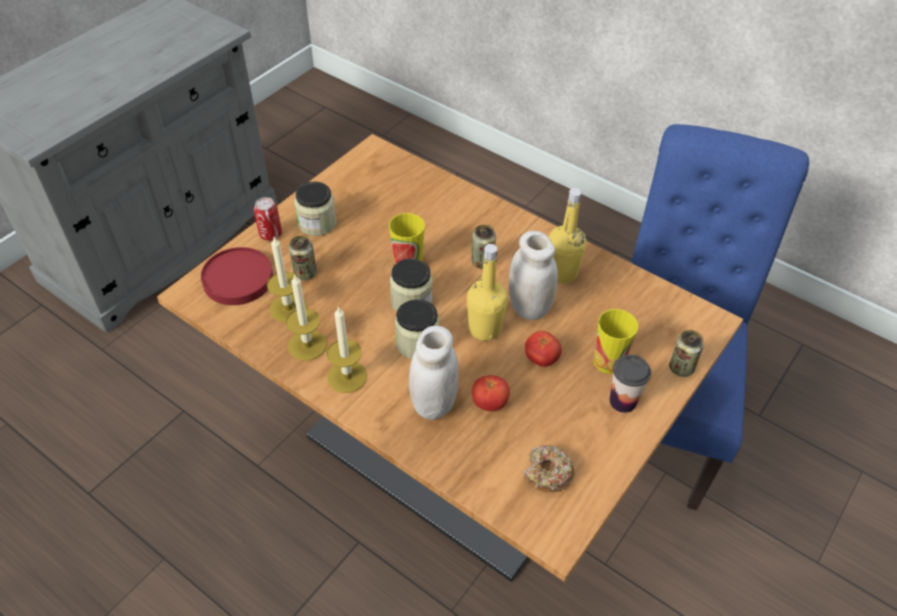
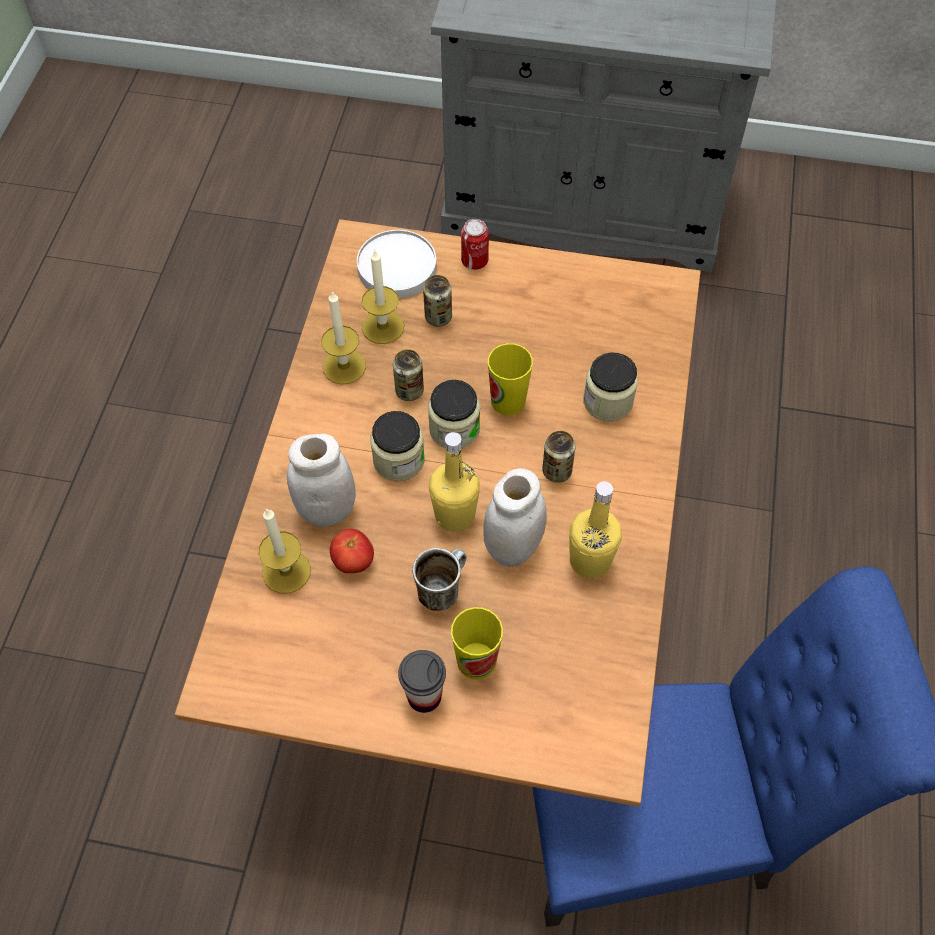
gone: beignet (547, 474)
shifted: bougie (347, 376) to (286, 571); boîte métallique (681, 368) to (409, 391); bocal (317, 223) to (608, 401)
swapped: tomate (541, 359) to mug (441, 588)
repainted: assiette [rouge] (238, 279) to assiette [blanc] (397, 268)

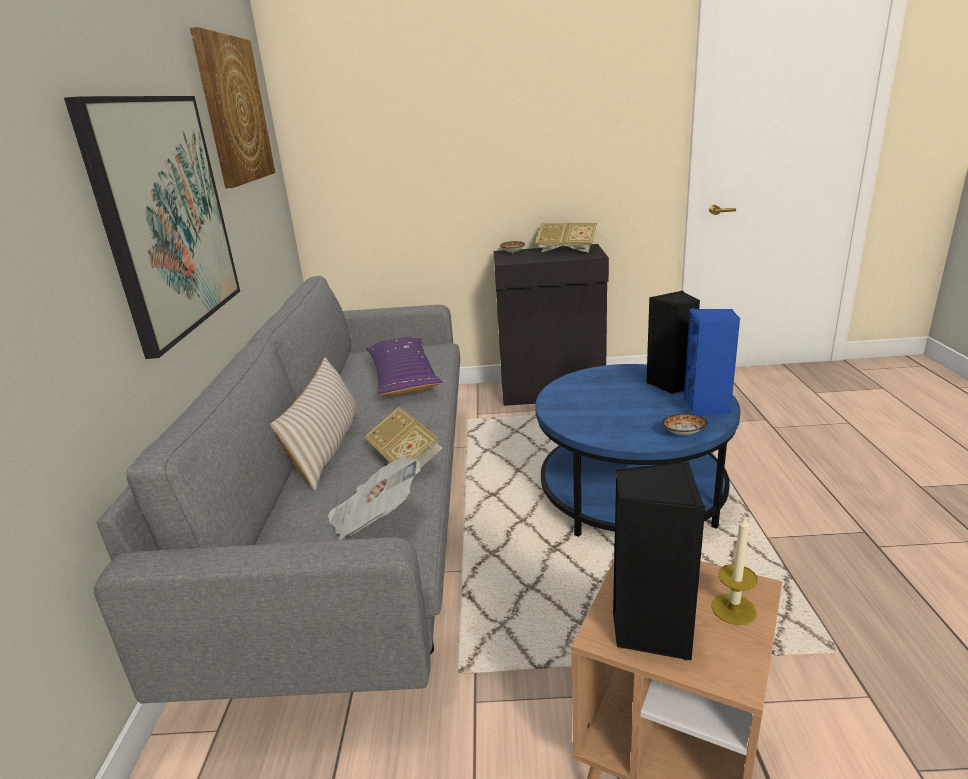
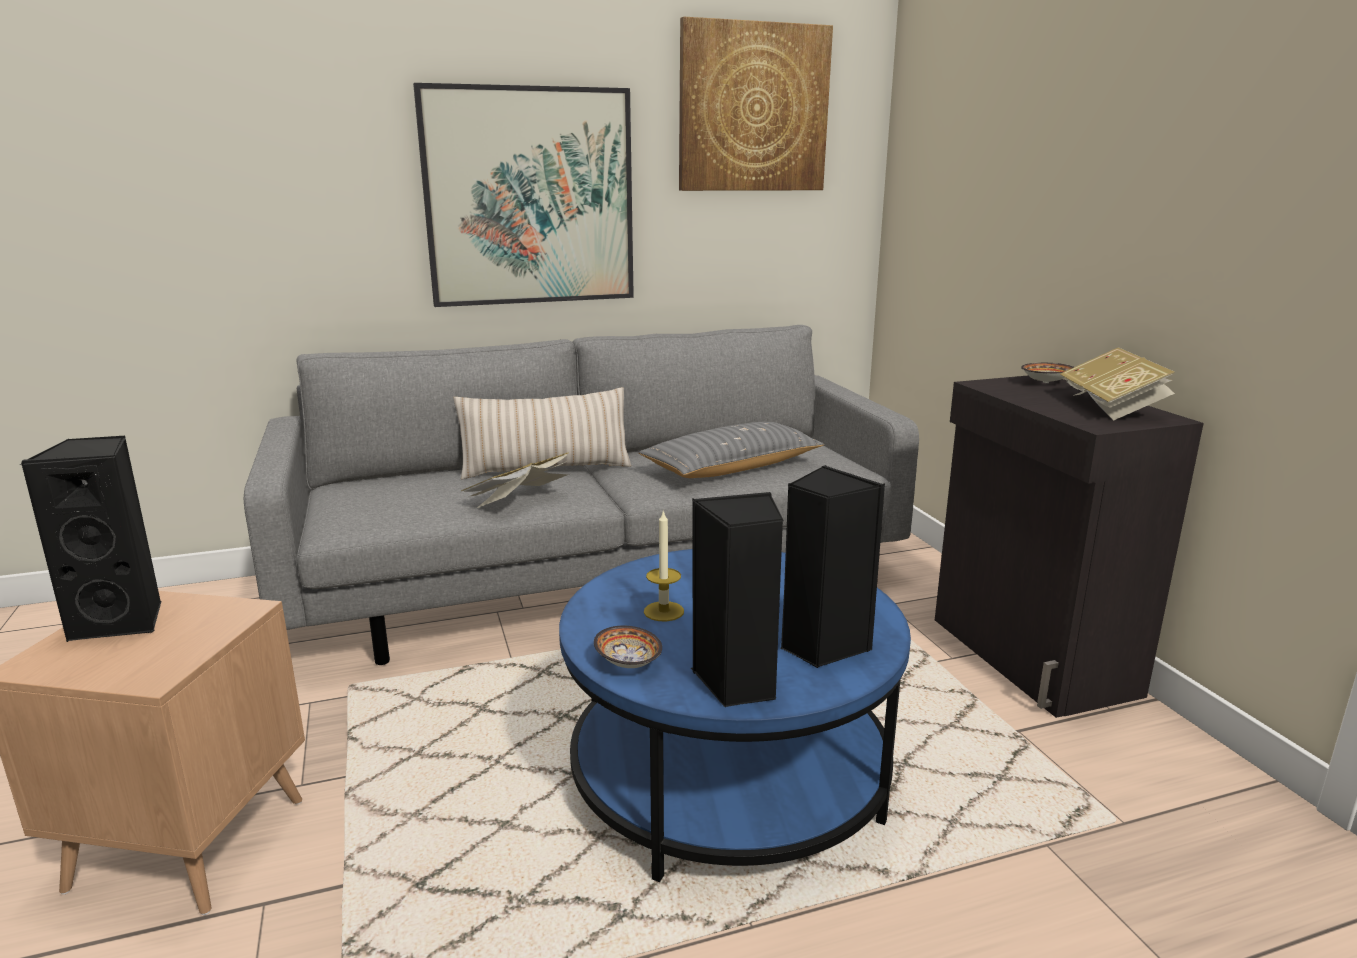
gone: journal (375, 518)
shifted: bougie (733, 609) to (663, 611)
repainted: coussin [violet] (403, 378) to coussin [gris] (732, 467); enceinte [bleu] (707, 408) to enceinte [noir] (737, 683)

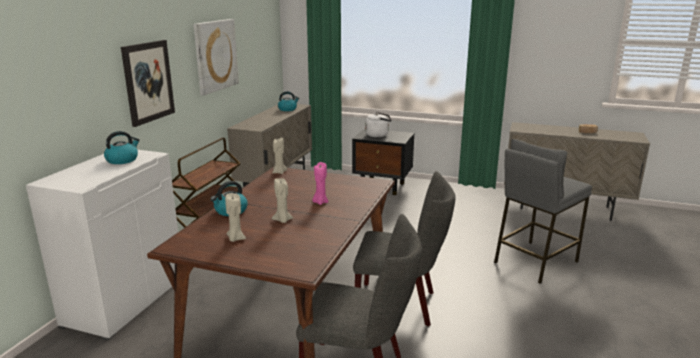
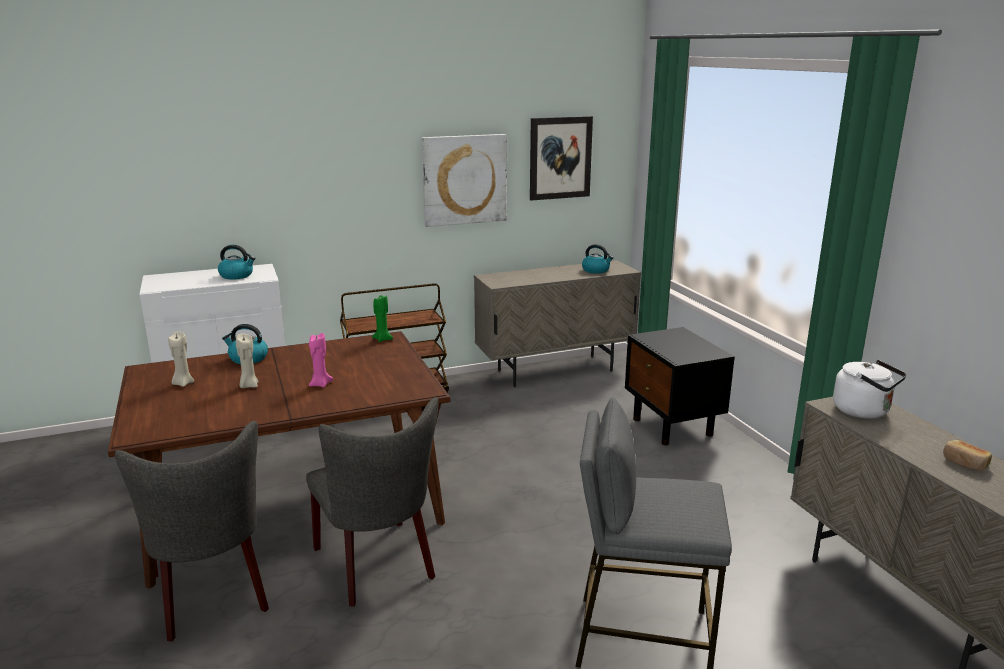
shifted: tableau (148, 82) to (560, 158); bouilloire [blanc] (378, 135) to (864, 411)
repainted: bougie [beige] (279, 172) to bougie [vert] (382, 339)

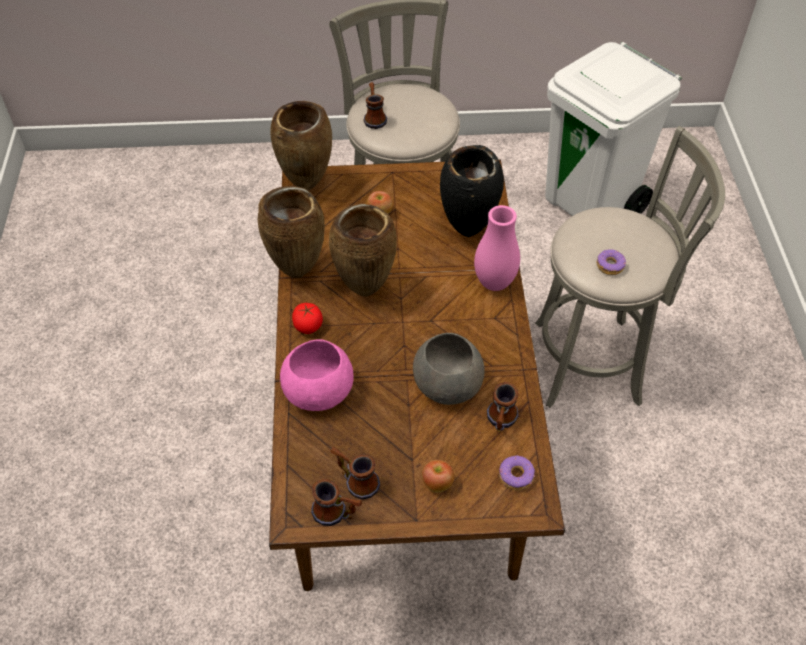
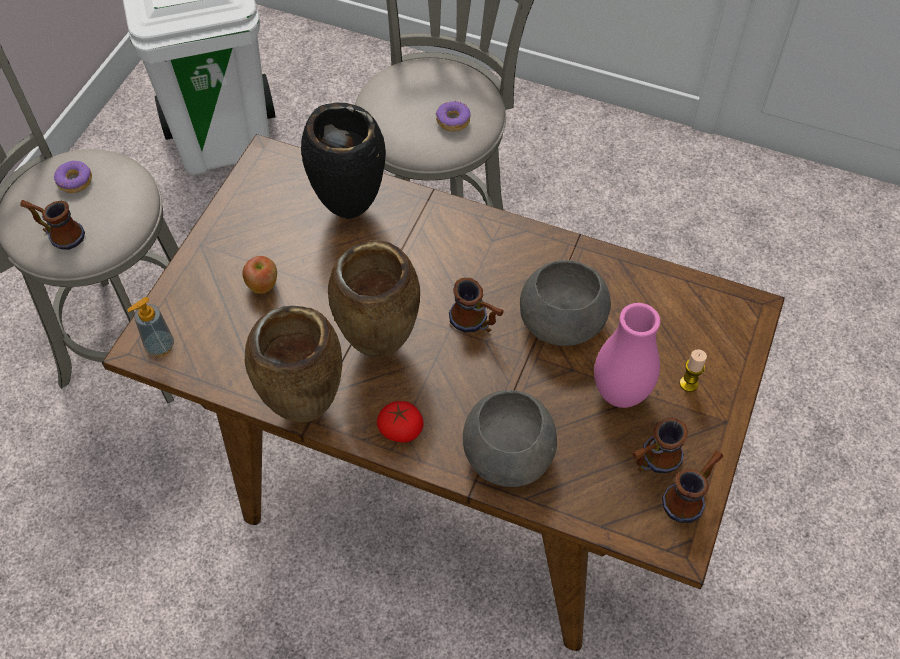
shifted: beignet (516, 476) to (75, 181); mug (500, 422) to (476, 323); vase [rose] (494, 283) to (620, 393)
swapped: vase [marron] (307, 186) to distributeur de savon (160, 346); pomme (437, 483) to bougie (688, 384)
repainted: bol [rose] (317, 391) to bol [gris] (508, 456)

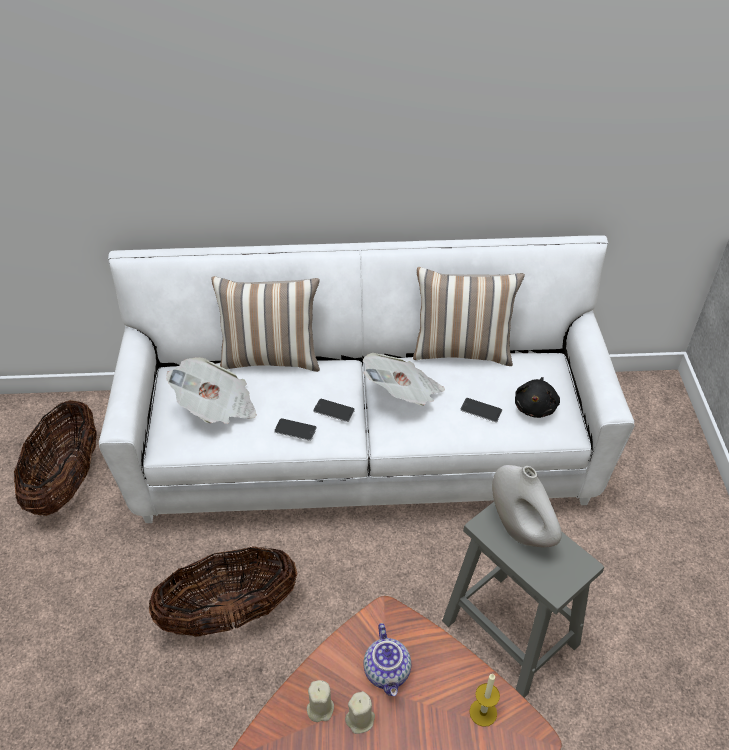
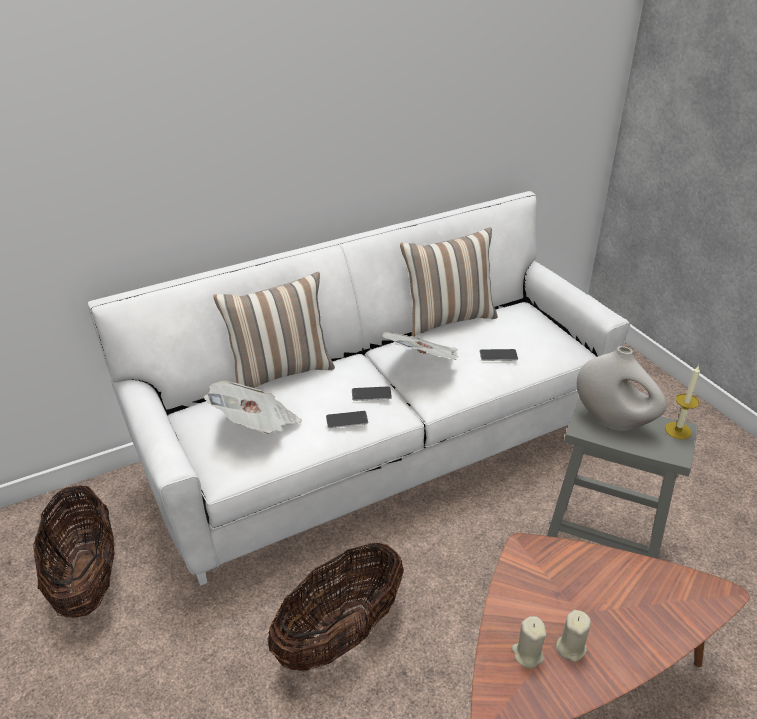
gone: théière (388, 672); peluche [noir] (535, 406)
shifted: bougie (483, 712) to (678, 430)

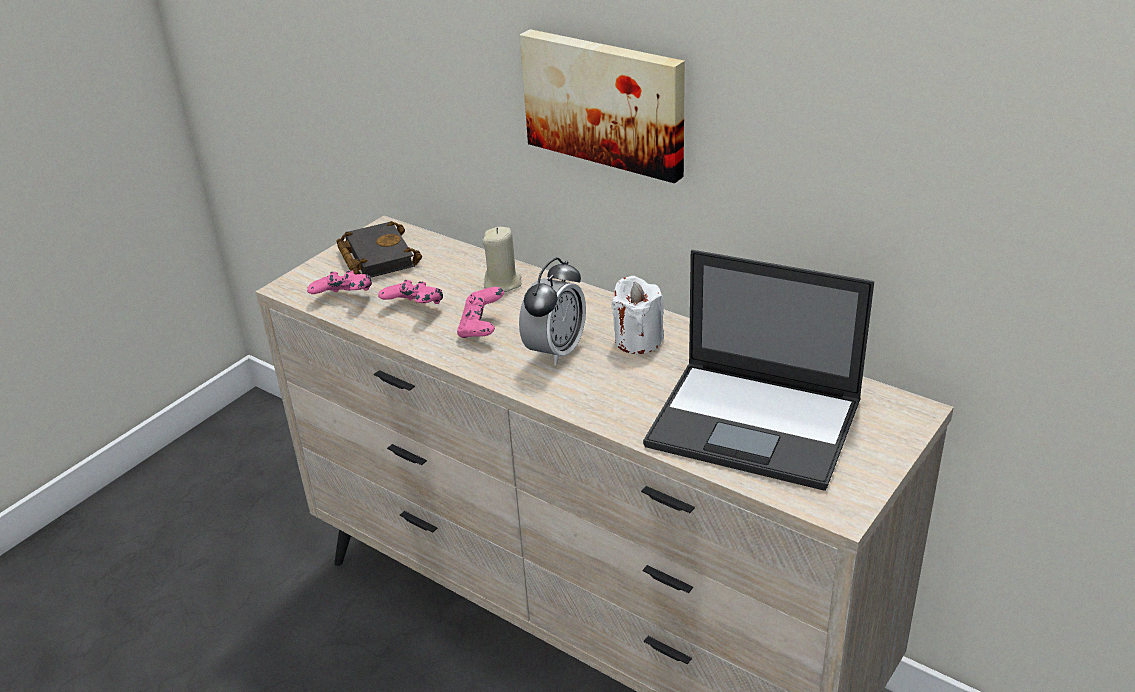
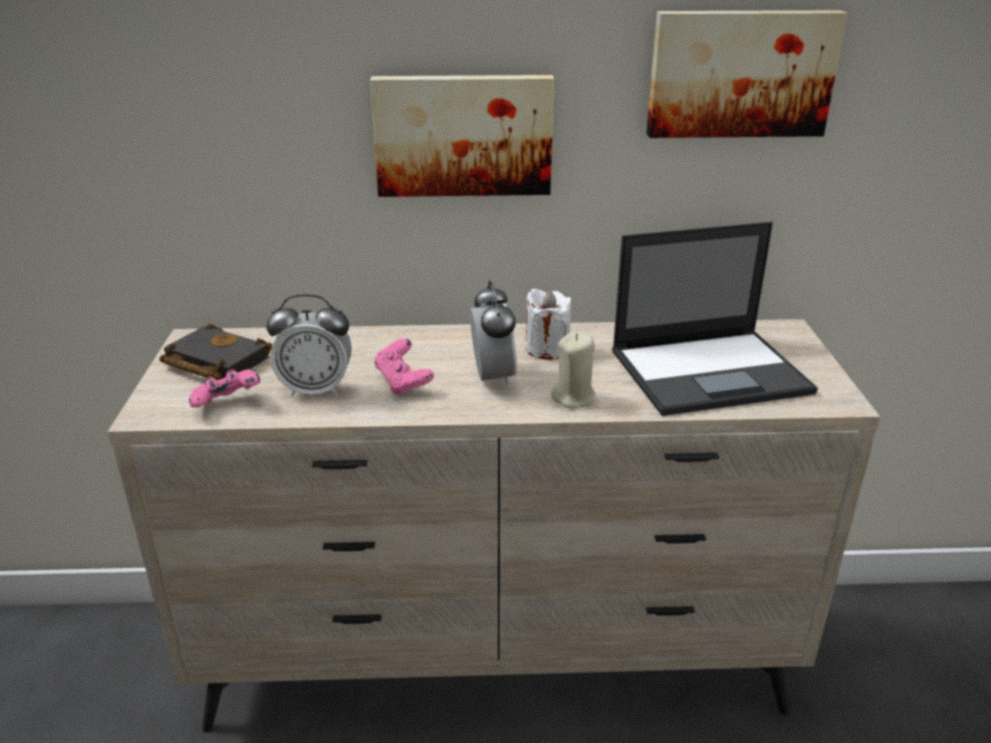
new: tableau (740, 73)
shifted: bougie [beige] (503, 283) to (573, 397)
swapped: manette [rose] (414, 309) to réveil (316, 389)

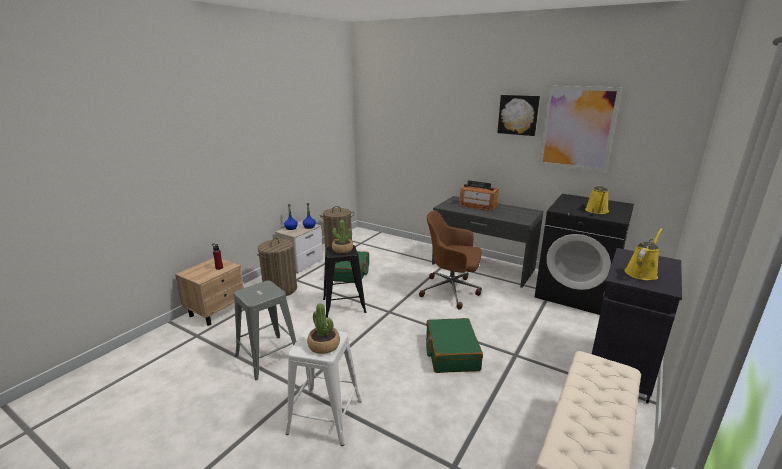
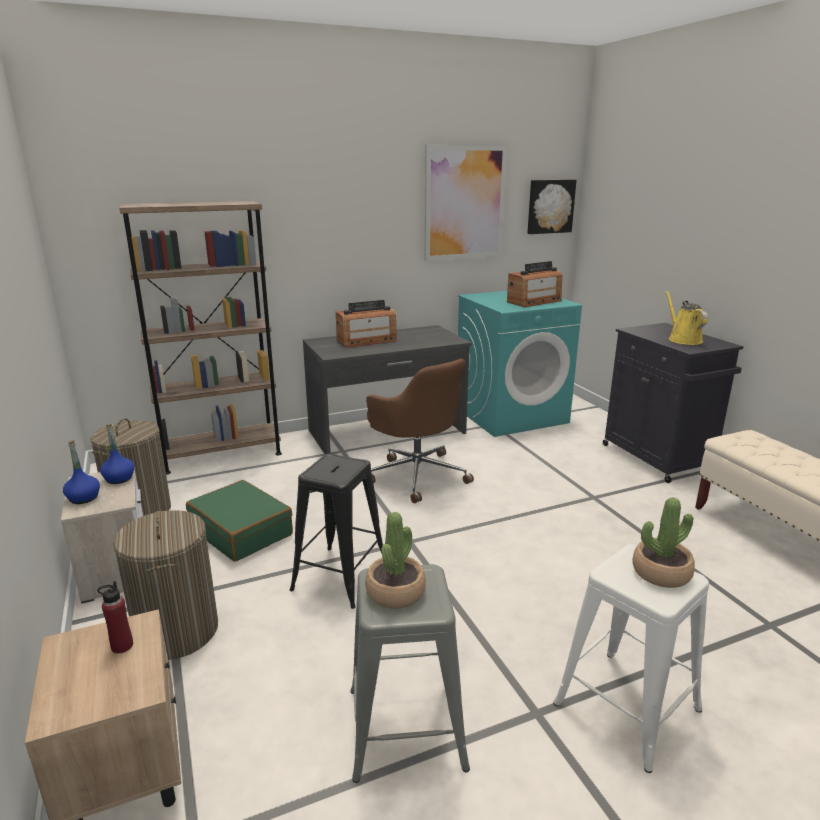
gone: valise [vert] (451, 353)
new: bibliothèque [marron] (221, 454)
shifted: plante en pot (342, 249) to (395, 592); tableau (518, 115) to (550, 206)
swapped: arrosoir [jaune] (597, 211) to radio (534, 301)
repainted: lave-linge [noir] (576, 293) to lave-linge [turquoise] (511, 415)
rotated: chaise de bureau [marron] (452, 291) = (417, 475) 90 degrees counterclockwise

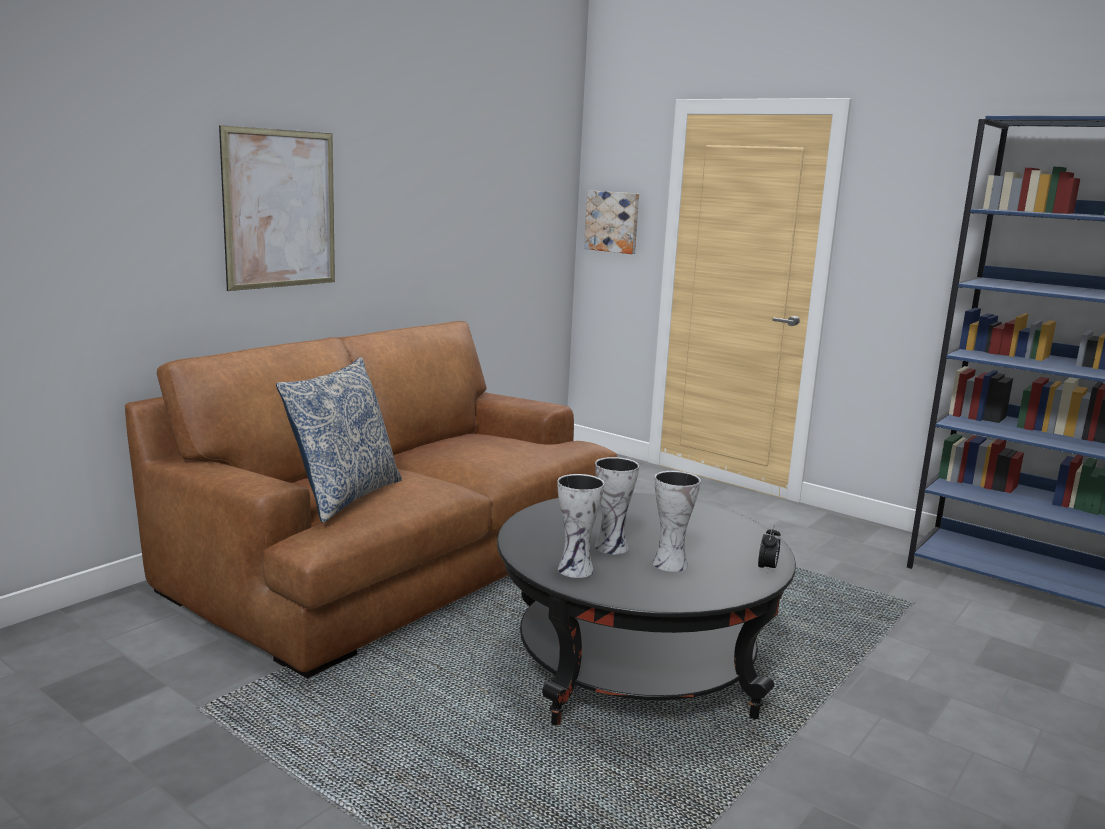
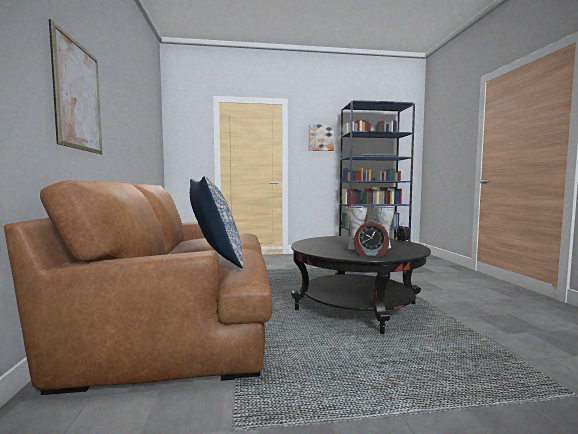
shifted: tableau (613, 221) to (320, 138)
swapped: vase (577, 570) to réveil (371, 254)

